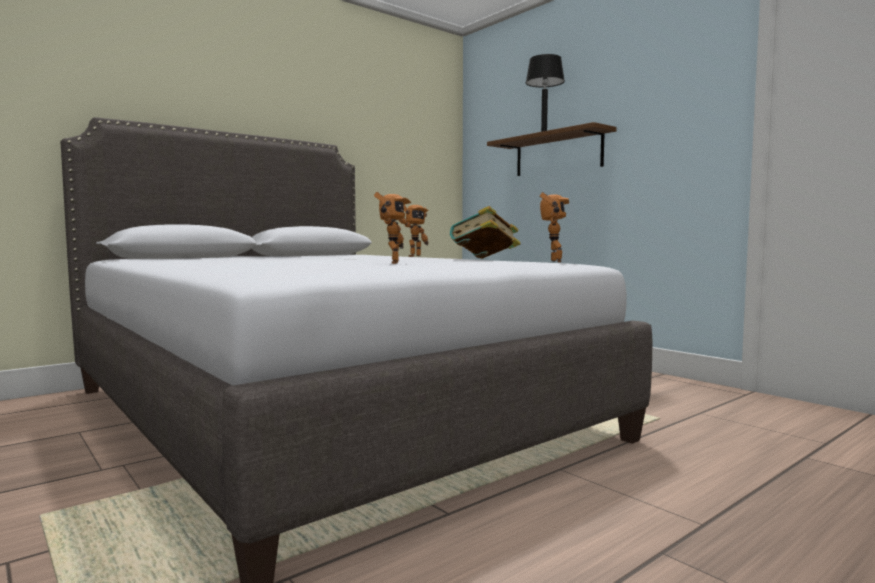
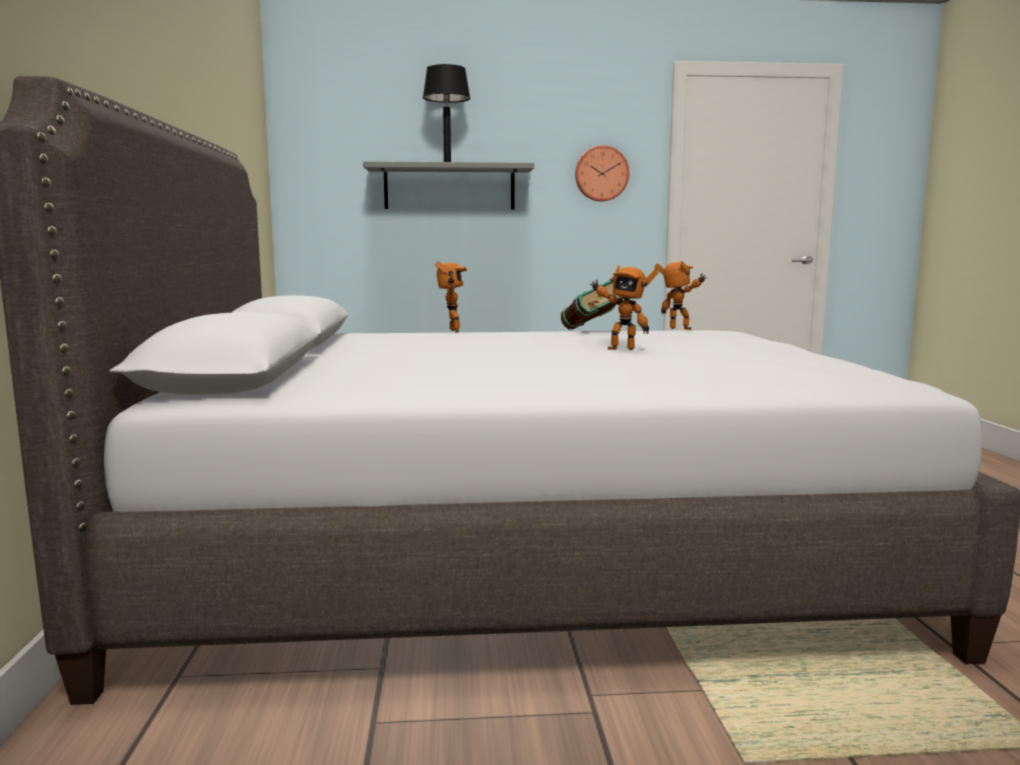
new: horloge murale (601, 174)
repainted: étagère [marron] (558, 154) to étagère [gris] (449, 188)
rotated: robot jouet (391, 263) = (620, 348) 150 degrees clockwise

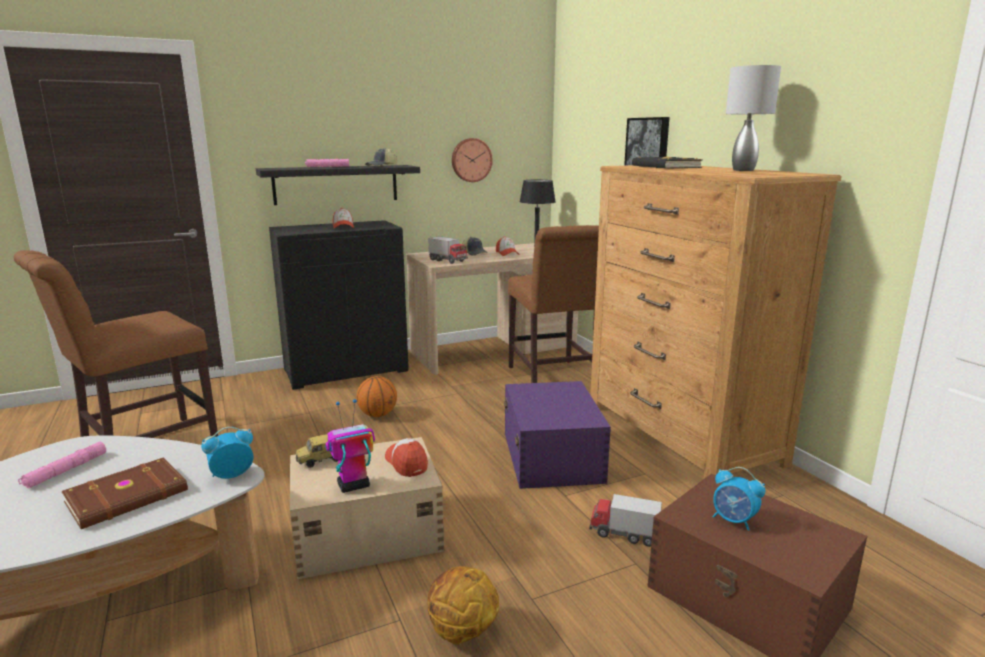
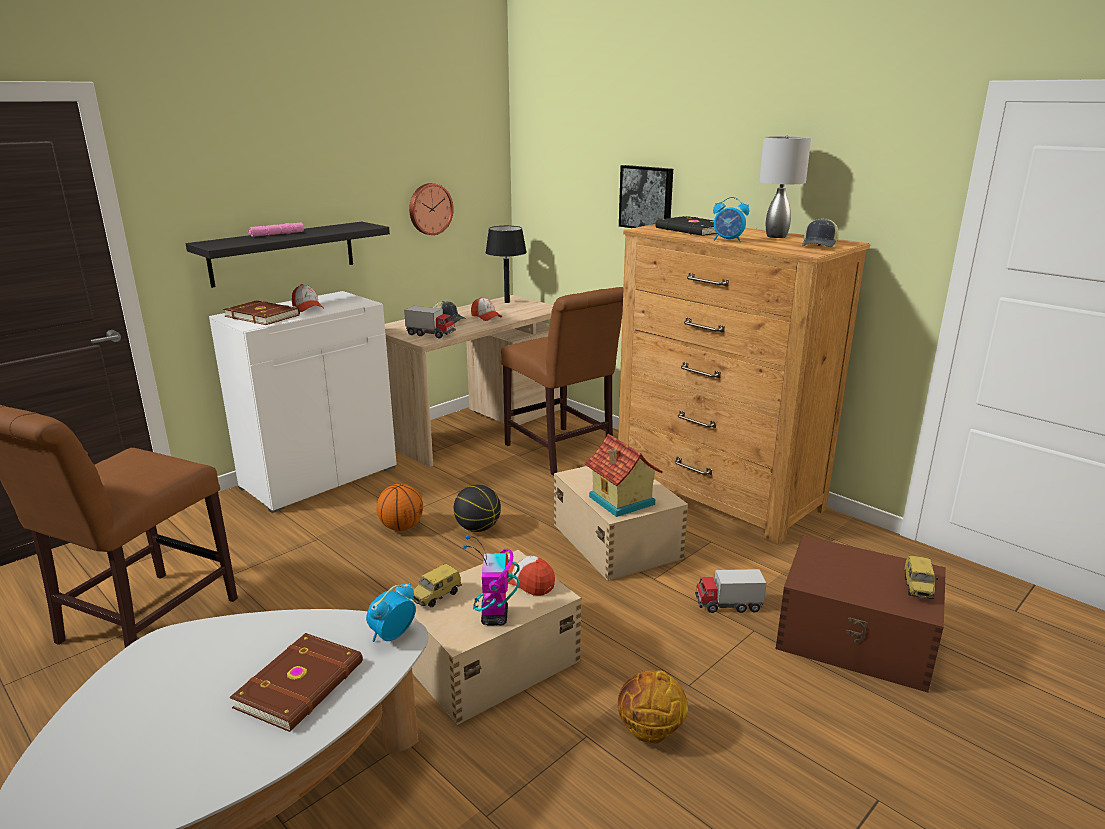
gone: lampe de poche [rose] (66, 471)
new: livre [marron] (263, 315); ballon de basket (478, 528); maison miniature (620, 501); petite voiture (918, 589)
shifted: réveil (733, 521) to (728, 240); casquette (382, 166) to (820, 245)
repainted: meuble de rangement [noir] (346, 370) to meuble de rangement [blanc] (319, 476); boîte de rangement [violet] (552, 456) to boîte de rangement [beige] (616, 540)
rotated: robot jouet (352, 486) = (494, 617) 45 degrees counterclockwise

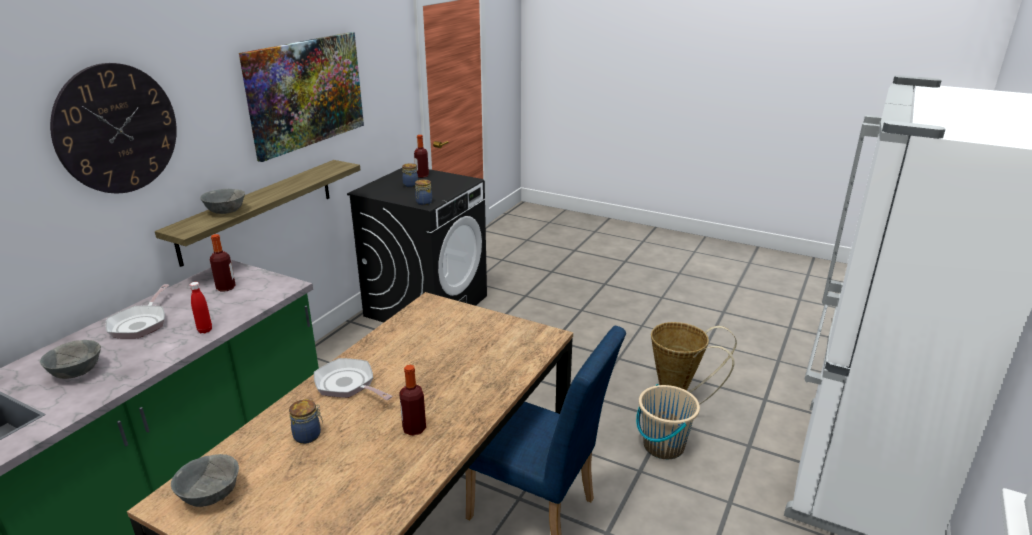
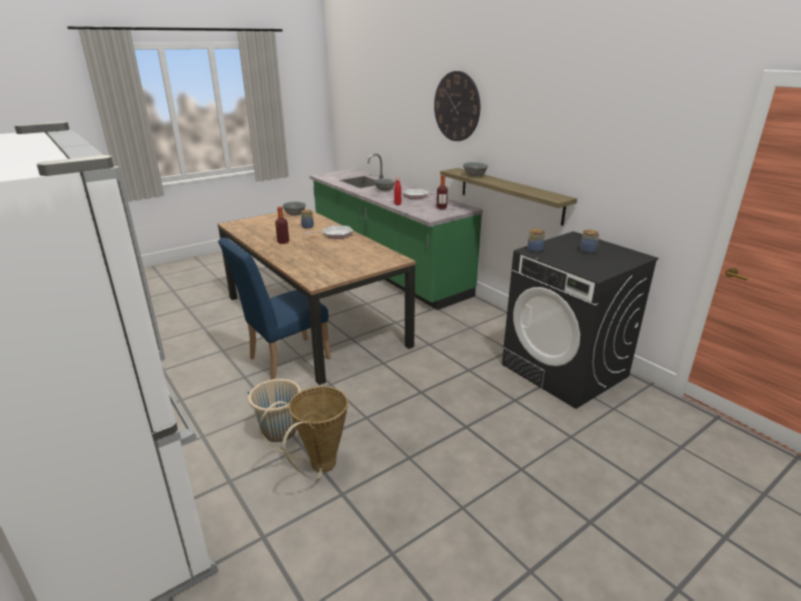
gone: tableau (306, 93); bouteille (422, 176)

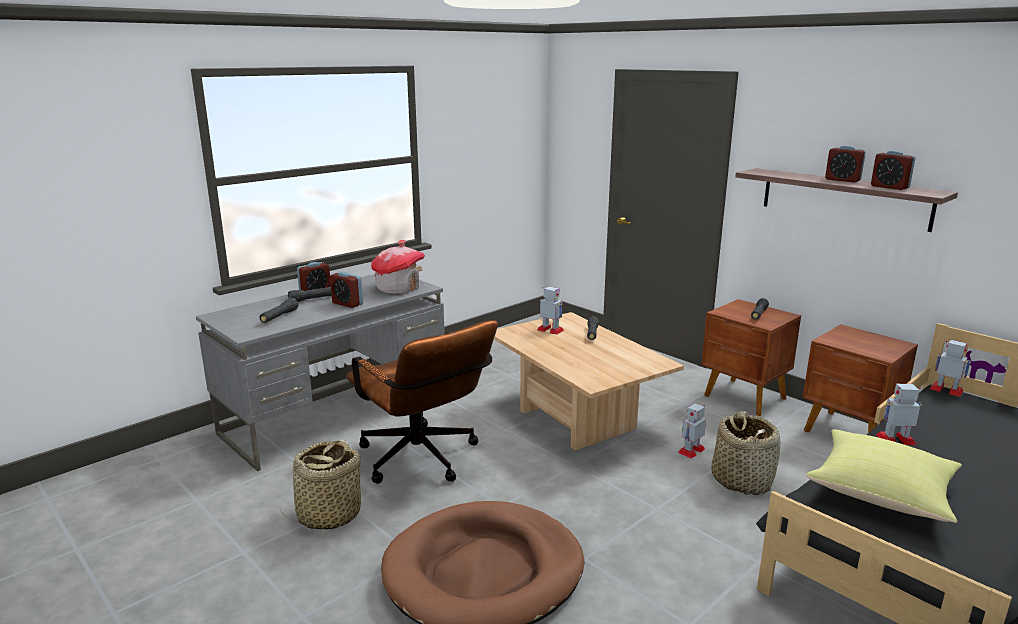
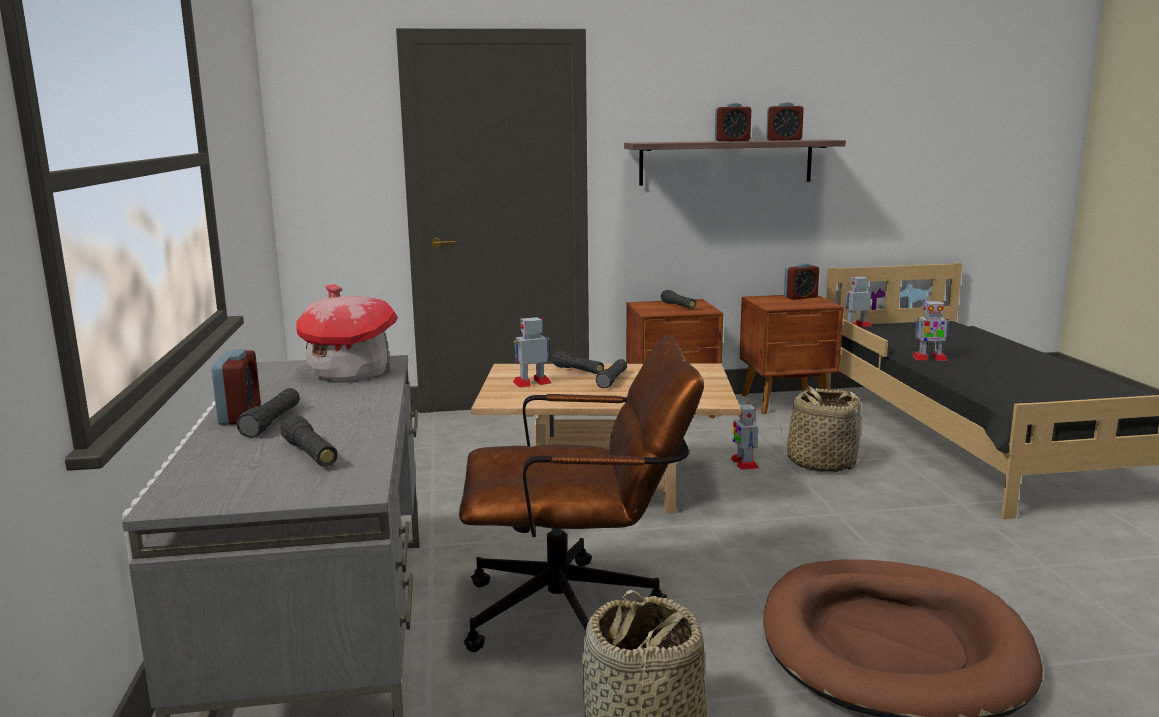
gone: coussin [jaune] (882, 494)
new: lampe de poche [noir] (612, 380)
shifted: réveil (347, 304) to (800, 297)
rotated: robot jouet (896, 439) = (929, 358) 120 degrees counterclockwise

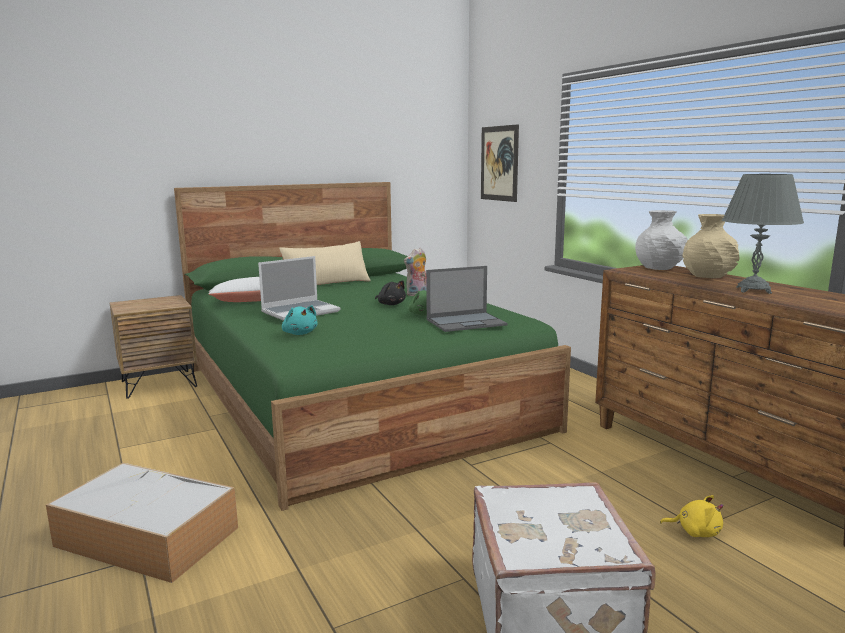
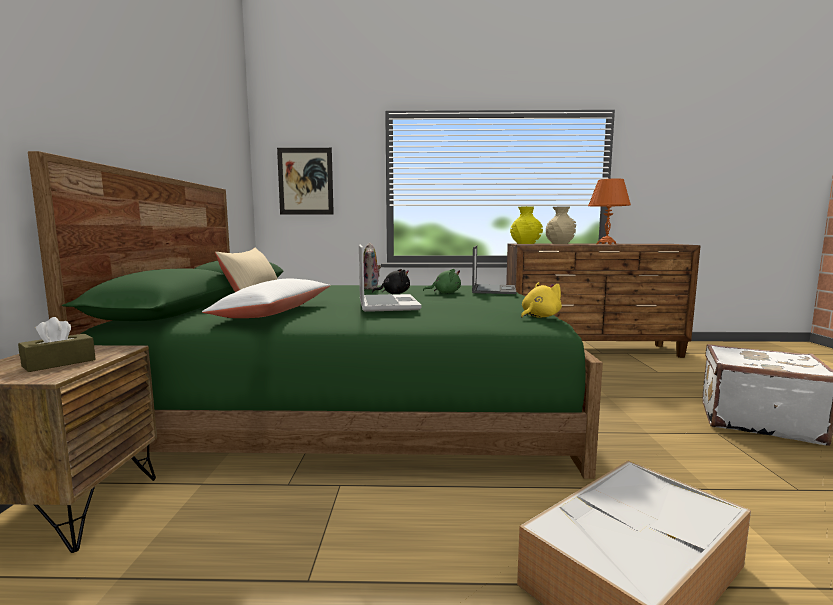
gone: peluche [turquoise] (300, 333)
new: boîte à mouchoirs [marron] (59, 363)
shifted: peluche [jaune] (695, 531) to (539, 316)
repainted: vase [blanc] (660, 268) to vase [jaune] (525, 243); lampe de table [gris] (753, 290) to lampe de table [orange] (606, 244)

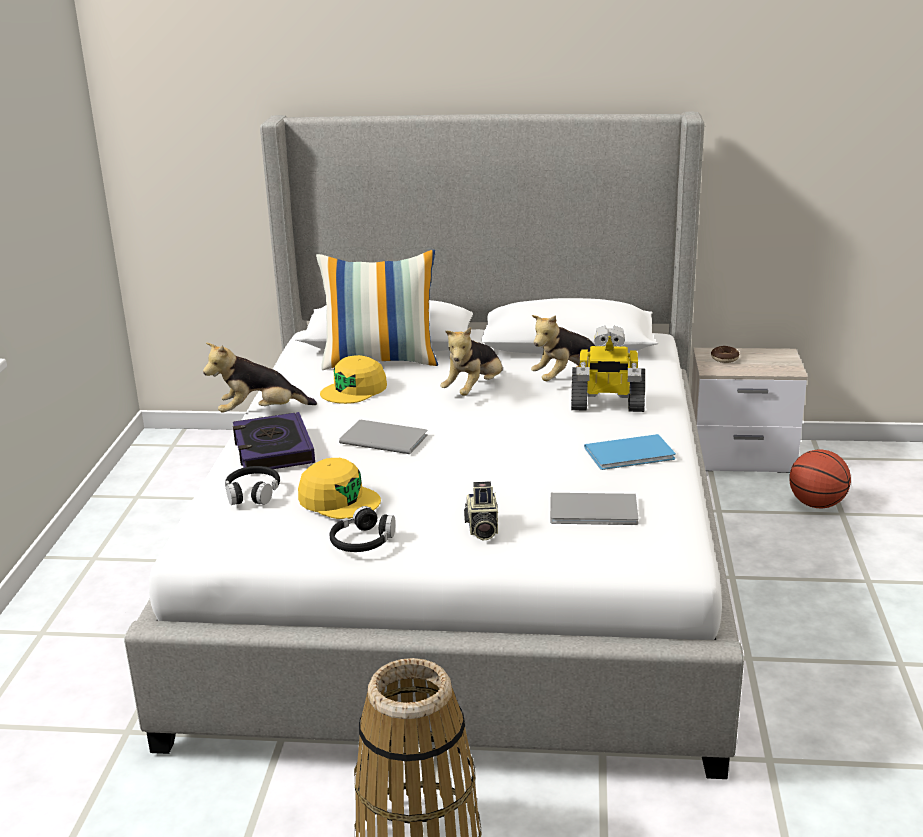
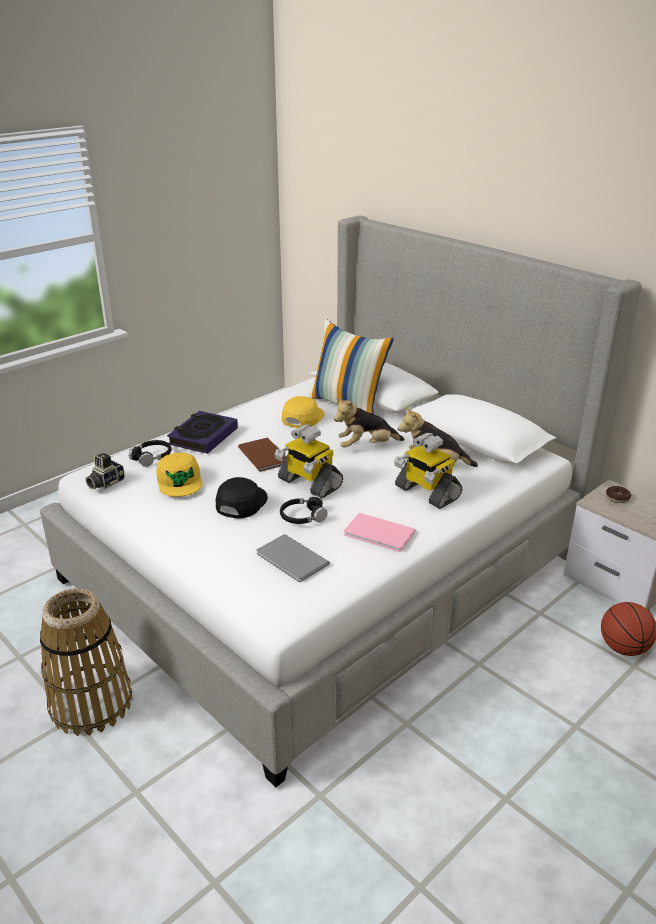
gone: peluche (260, 412)
new: casquette [noir] (241, 502); robot jouet (309, 483)
shifted: appareil photo (481, 528) to (105, 483); casque audio [noir] (362, 541) to (302, 517)
repainted: livre [gris] (383, 438) to livre [marron] (264, 454); livre [bleu] (632, 454) to livre [rose] (380, 534)
rotated: casquette [jaune] (354, 390) = (302, 417) 120 degrees clockwise

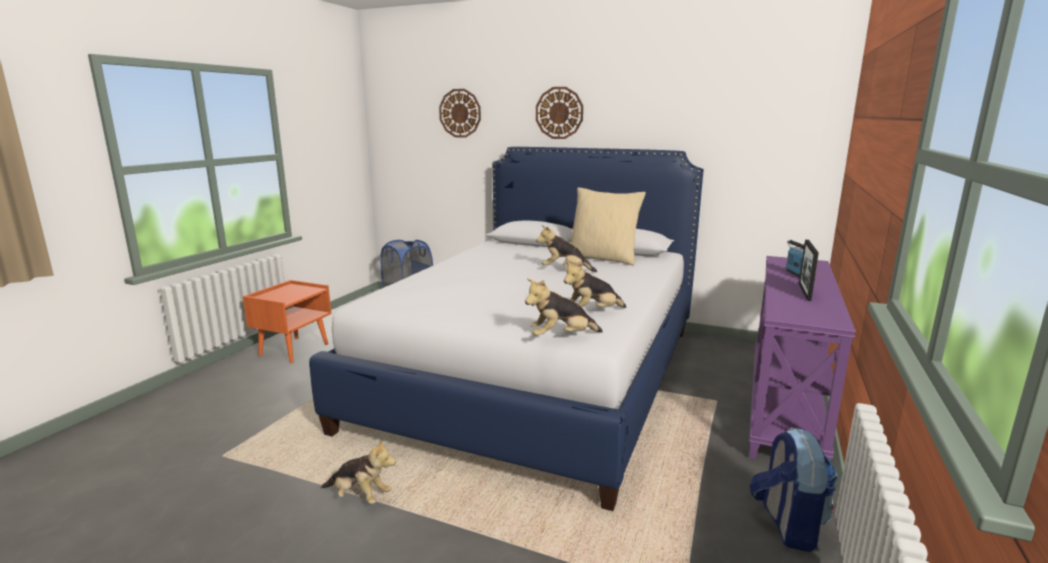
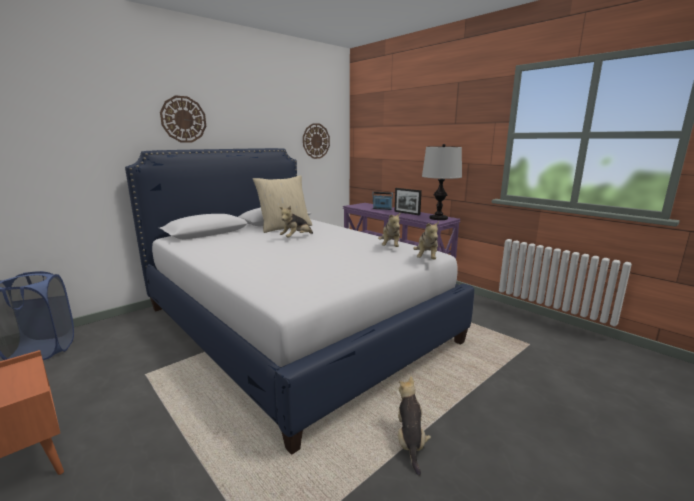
gone: sac à dos (787, 525)
new: lampe de table (438, 218)
shifted: horloge murale (460, 113) to (316, 141)
rotated: peluche (359, 496) = (410, 441) 45 degrees counterclockwise

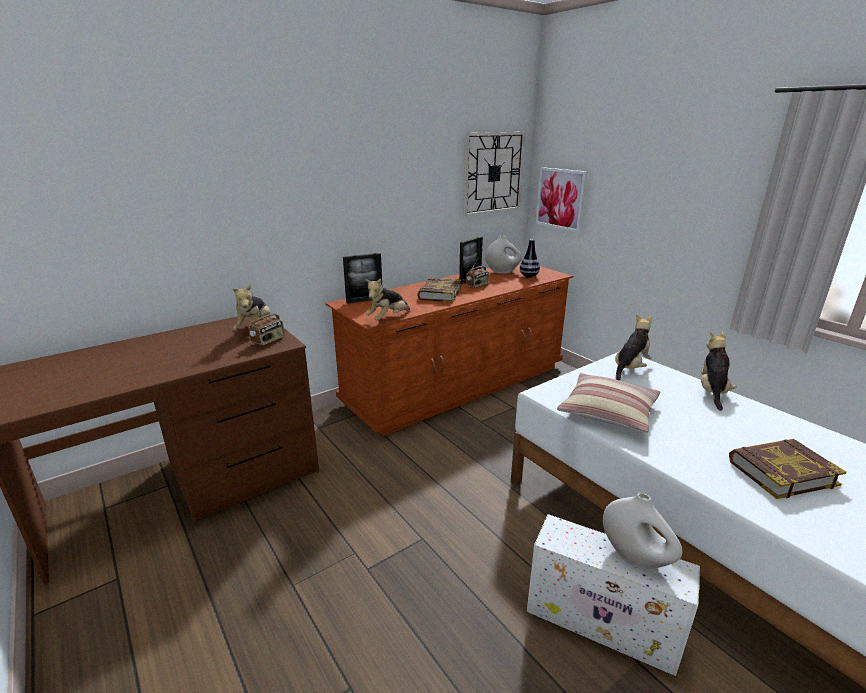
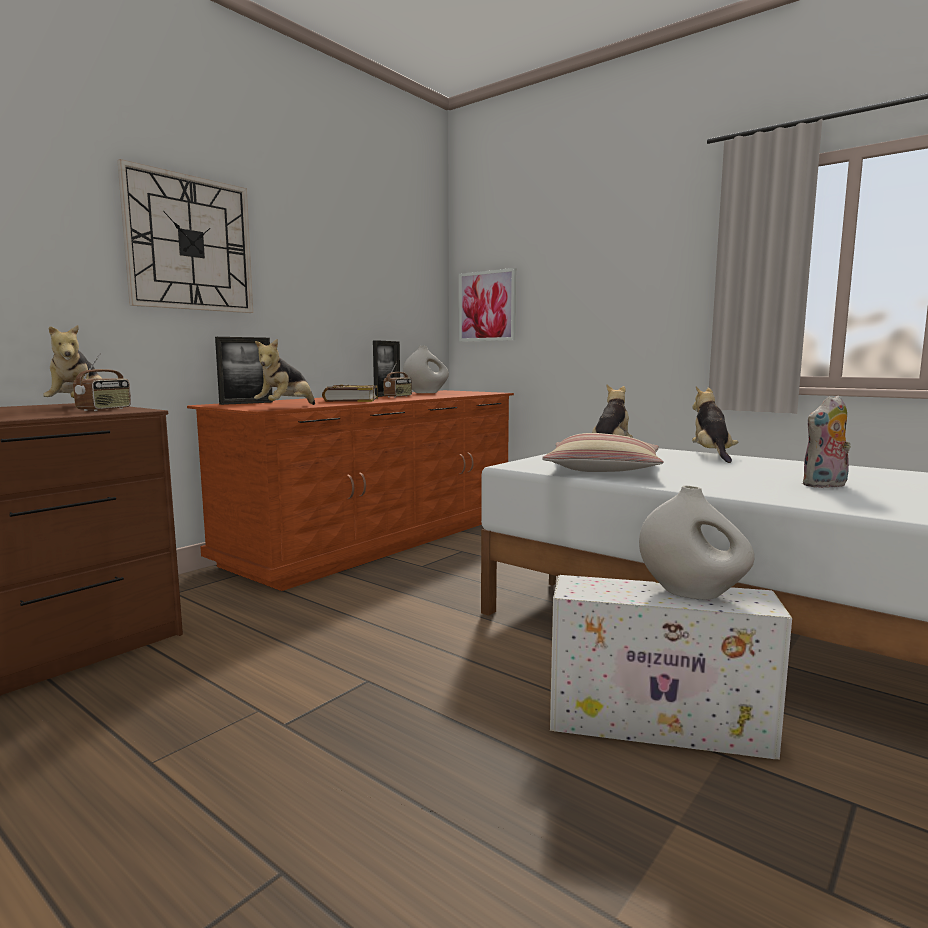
gone: vase (528, 276)
shifted: horloge murale (493, 173) to (190, 243)
swapped: livre (781, 472) to peluche (825, 485)

